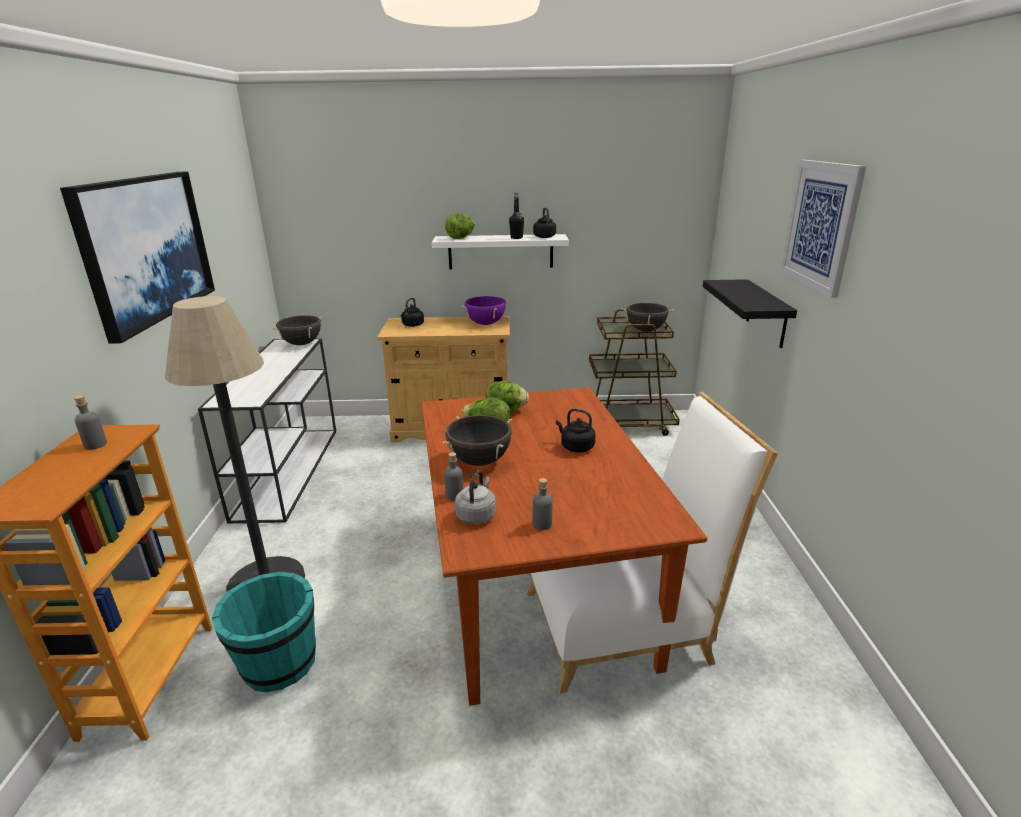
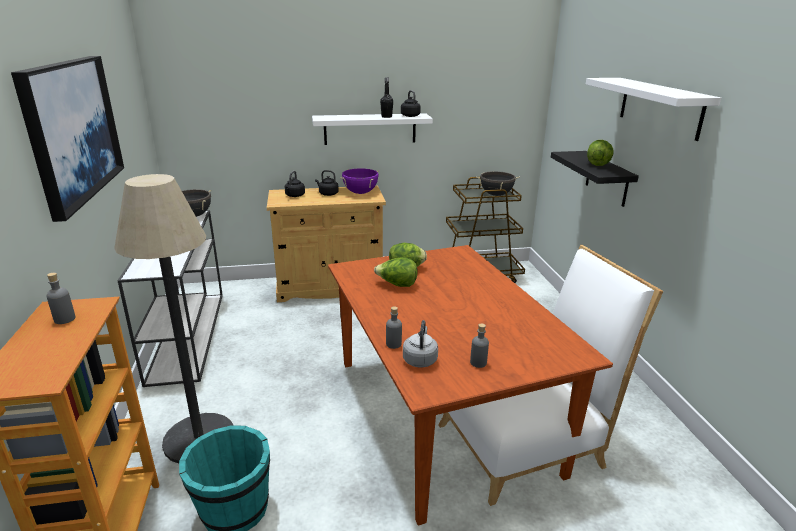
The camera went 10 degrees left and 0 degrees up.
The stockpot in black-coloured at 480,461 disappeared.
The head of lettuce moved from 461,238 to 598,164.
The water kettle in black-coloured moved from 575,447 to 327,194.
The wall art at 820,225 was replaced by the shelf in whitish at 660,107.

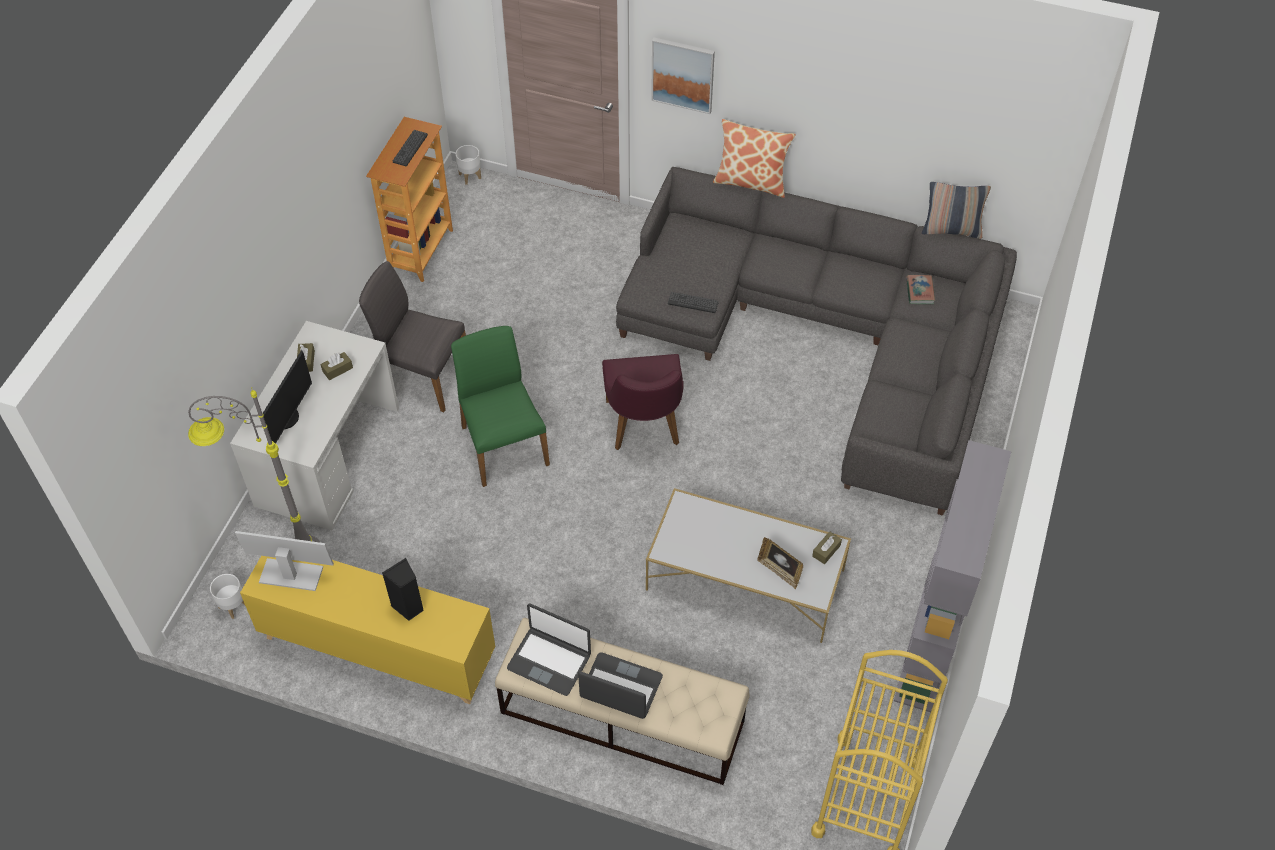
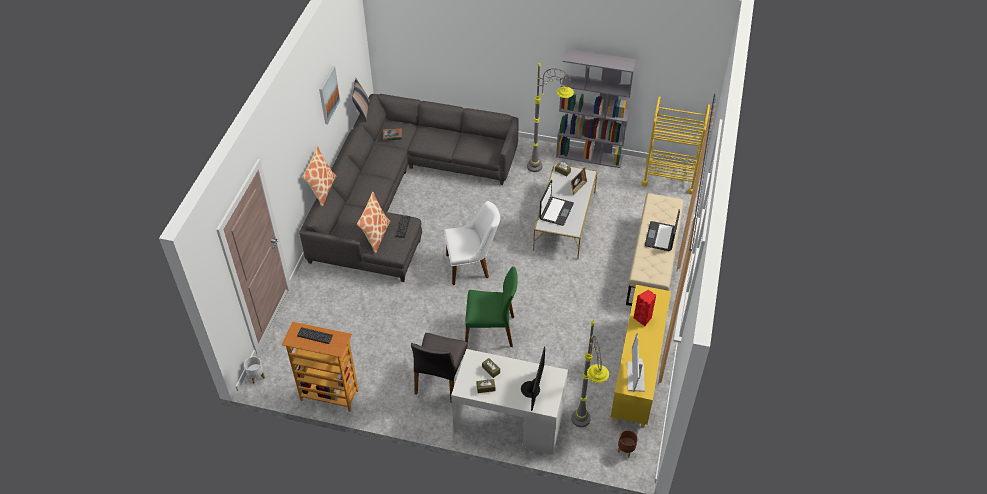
The camera went 95 degrees left and 5 degrees down.
The planter in whitish at 233,606 became the planter in brown-coloured at 625,450.
The monitor at 287,418 turned 90 degrees clockwise.
The audio speaker in black-coloured at 408,607 became the audio speaker in red at 643,318.
The chair in greenish at 503,445 turned 150 degrees counterclockwise.
The portable computer moved from 549,661 to 555,211.
The chair in purple-coloured at 644,428 became the chair in whitish at 472,266.
The wall art moved from 683,74 to 328,95.
The cushion at 375,235 appeared.
The floor lamp in grey at 547,170 appeared.

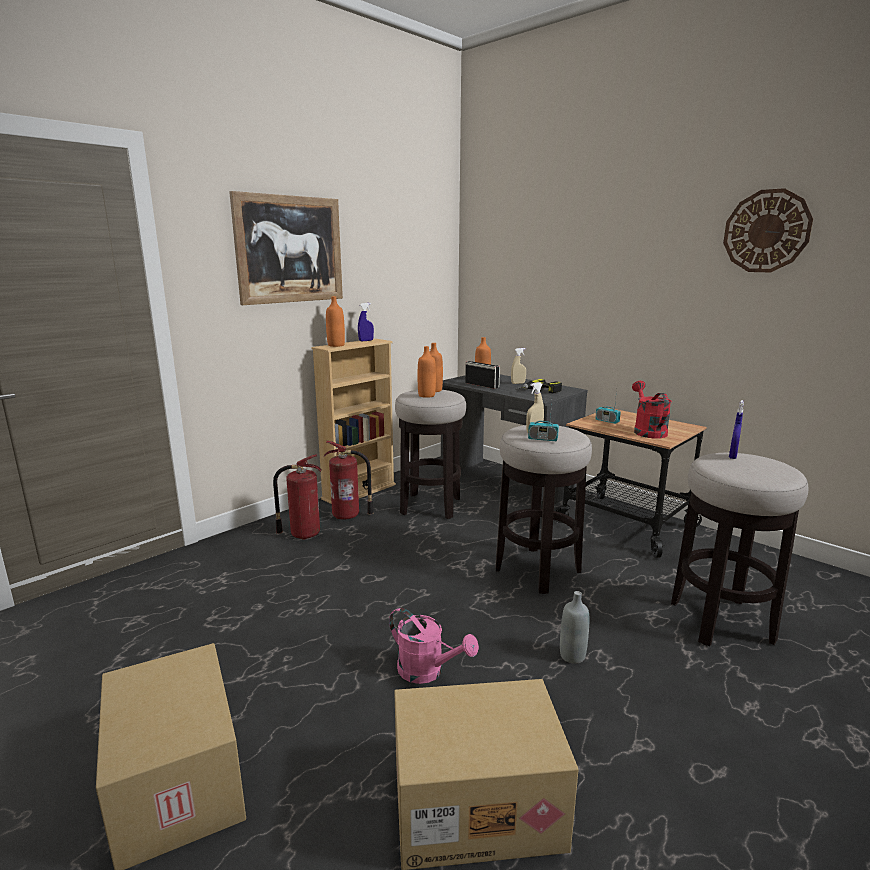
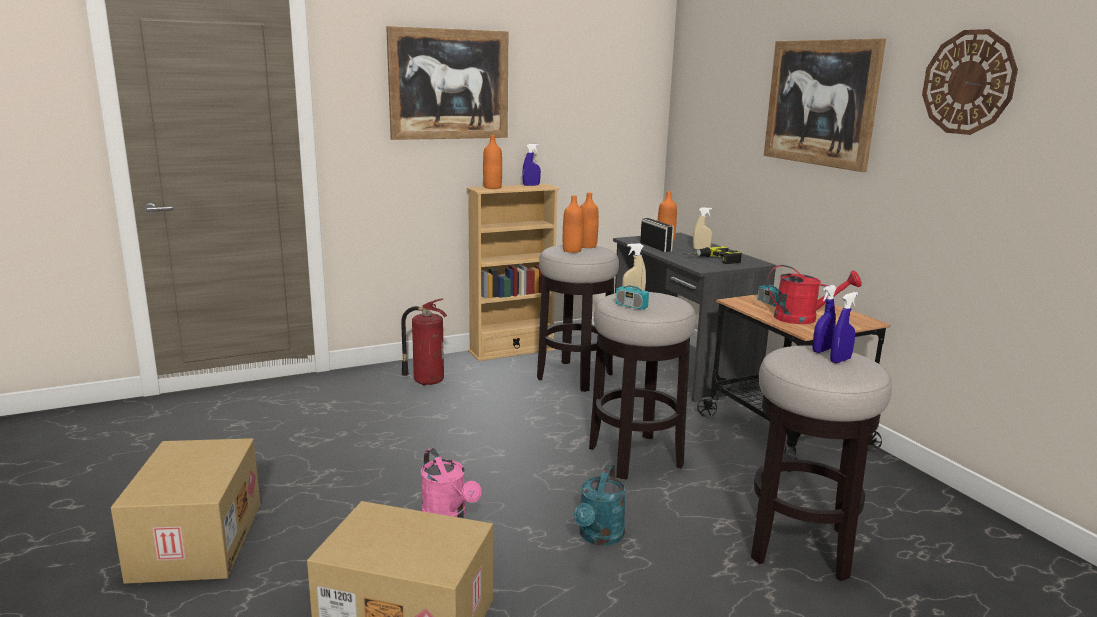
The camera went 20 degrees right and 0 degrees up.
The fire-fighting cylinder at 348,516 disappeared.
The bottle in grey at 572,656 was replaced by the sprinkling can in blue-green at 599,537.
The sprinkling can in red at 647,431 turned 90 degrees clockwise.
The wall art at 820,103 appeared.
The spray bottle in blue at 840,360 appeared.

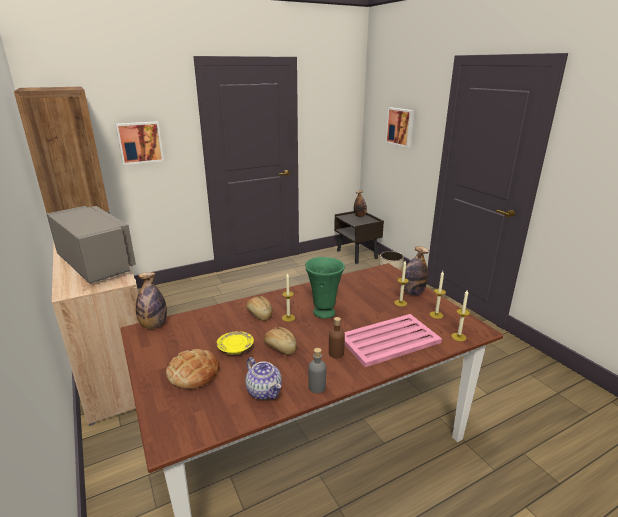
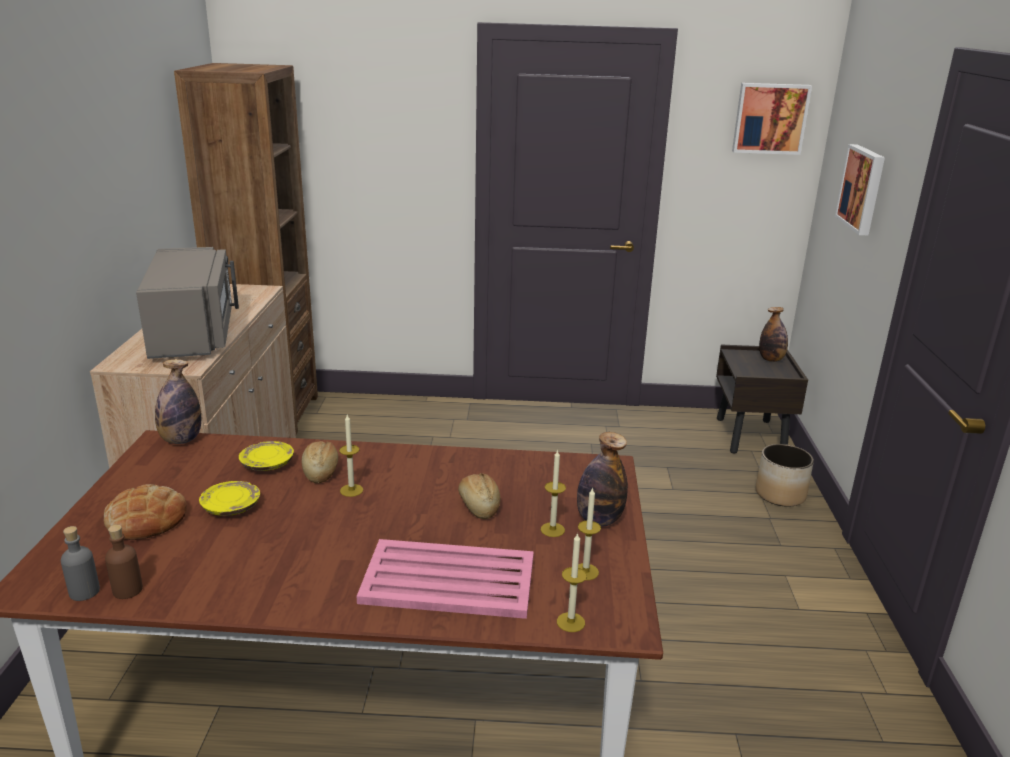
The camera went 30 degrees right and 0 degrees up.
The wall art moved from 140,142 to 770,118.
The teapot at 265,391 disappeared.
The baked bread moved from 280,347 to 479,505.
The decorative vase in greenish at 323,312 disappeared.
The bottle in grey moved from 317,387 to 84,592.
The bottle in brown-coloured moved from 336,353 to 127,590.
The flat dish in yellowish at 267,464 appeared.

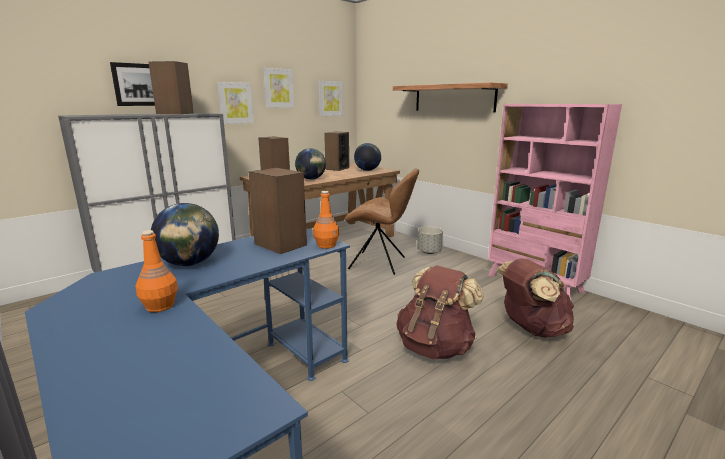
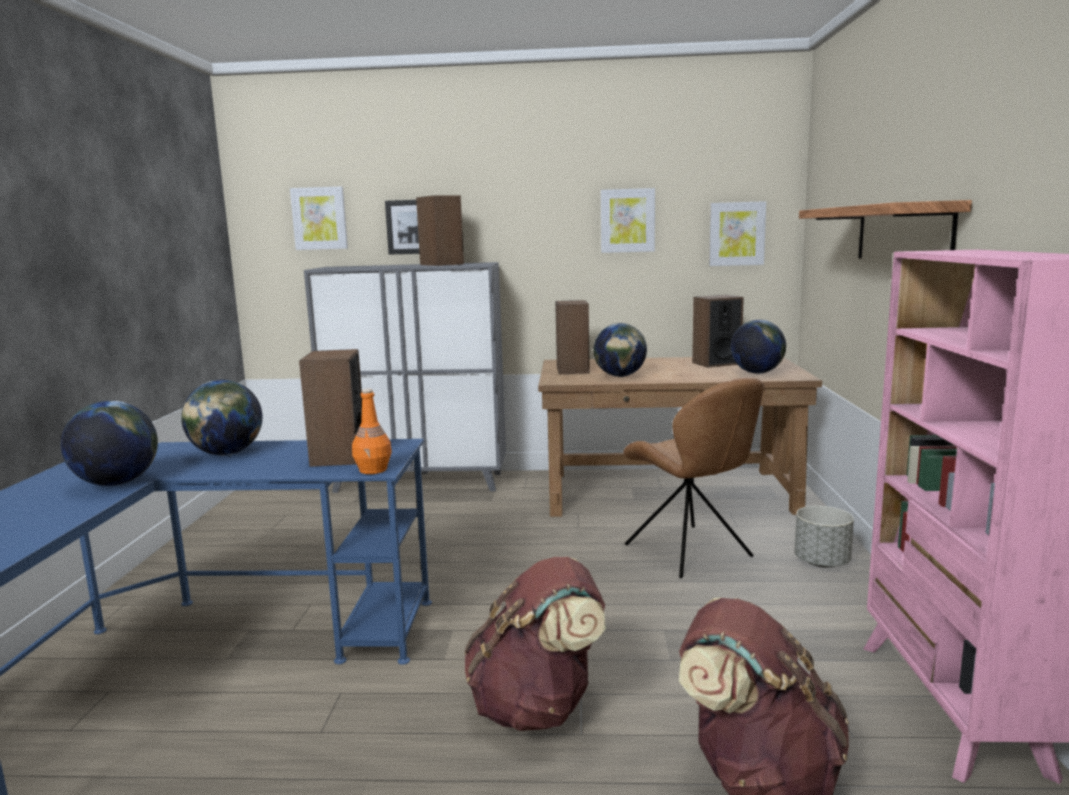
The camera went 45 degrees right and 5 degrees down.
The bottle in orange at 159,306 was replaced by the globe at 117,483.
The wall art moved from 235,103 to 319,218.

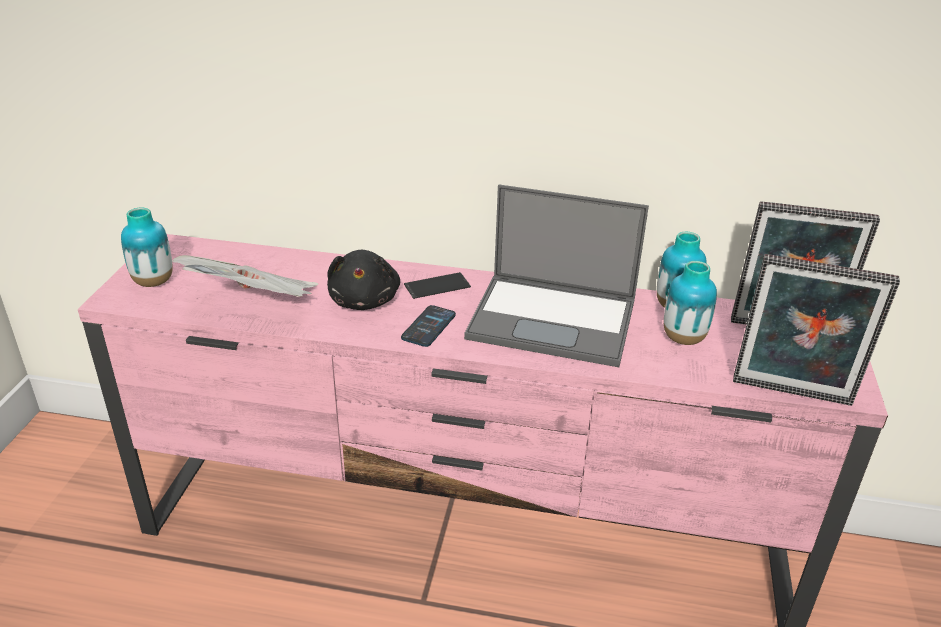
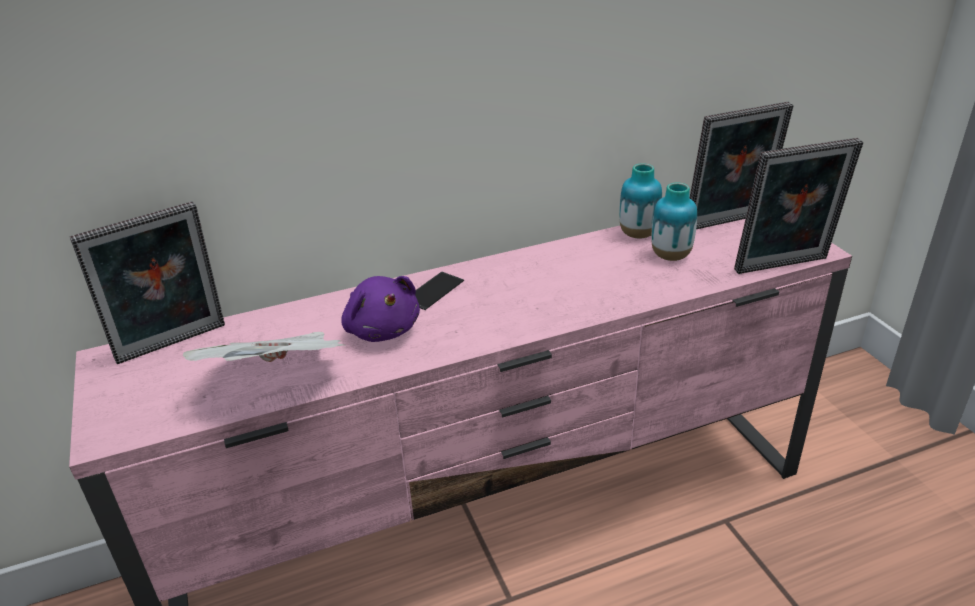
The camera went 30 degrees left and 0 degrees up.
The decorative vase at 153,282 disappeared.
The soft toy in black-coloured at 365,300 became the soft toy in purple-coloured at 382,329.
The telephone at 428,327 disappeared.
The portable computer at 554,319 disappeared.
The picture frame at 173,345 appeared.

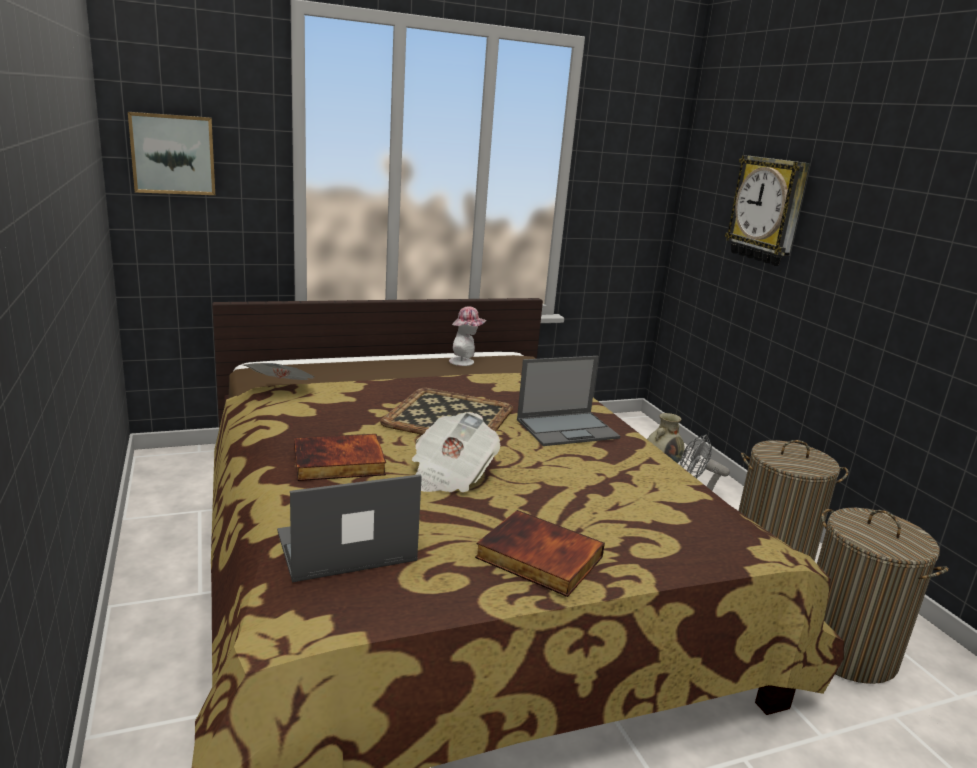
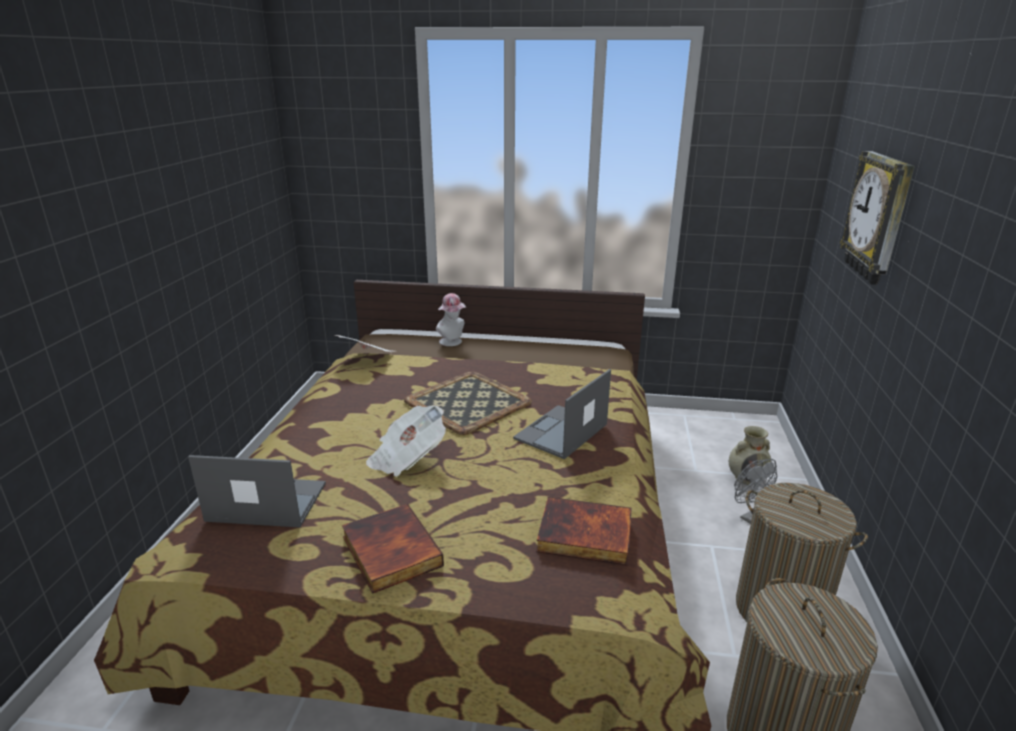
The camera went 30 degrees right and 5 degrees up.
The wall art at 173,154 disappeared.
The book moved from 338,463 to 584,536.
The clothing hat moved from 465,362 to 453,342.
The portable computer at 568,429 turned 120 degrees clockwise.

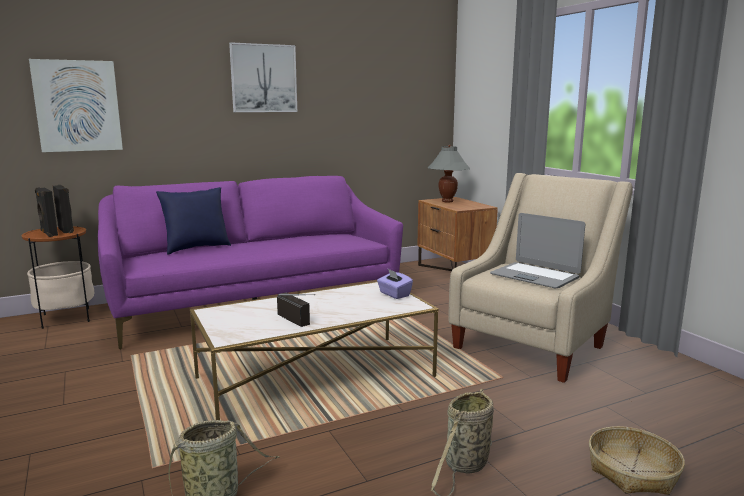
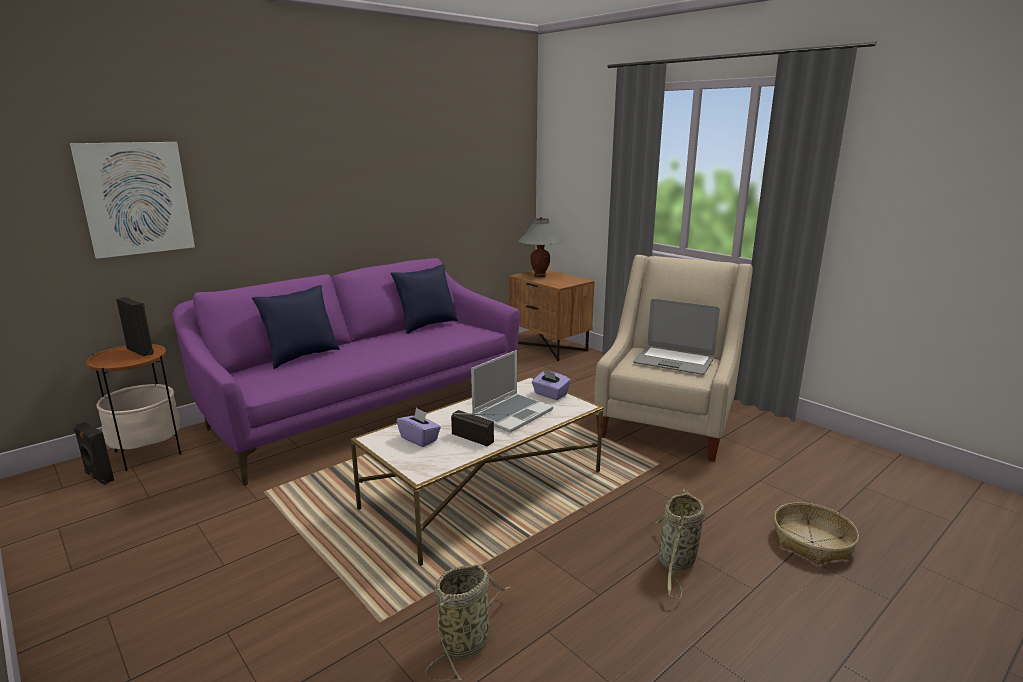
The camera went 15 degrees left and 5 degrees up.
The audio speaker in black-coloured moved from 48,233 to 98,477.
The wall art at 263,78 disappeared.
The cushion in blue at 426,325 appeared.
The tissue holder in purple-coloured at 419,439 appeared.
The portable computer at 512,413 appeared.

